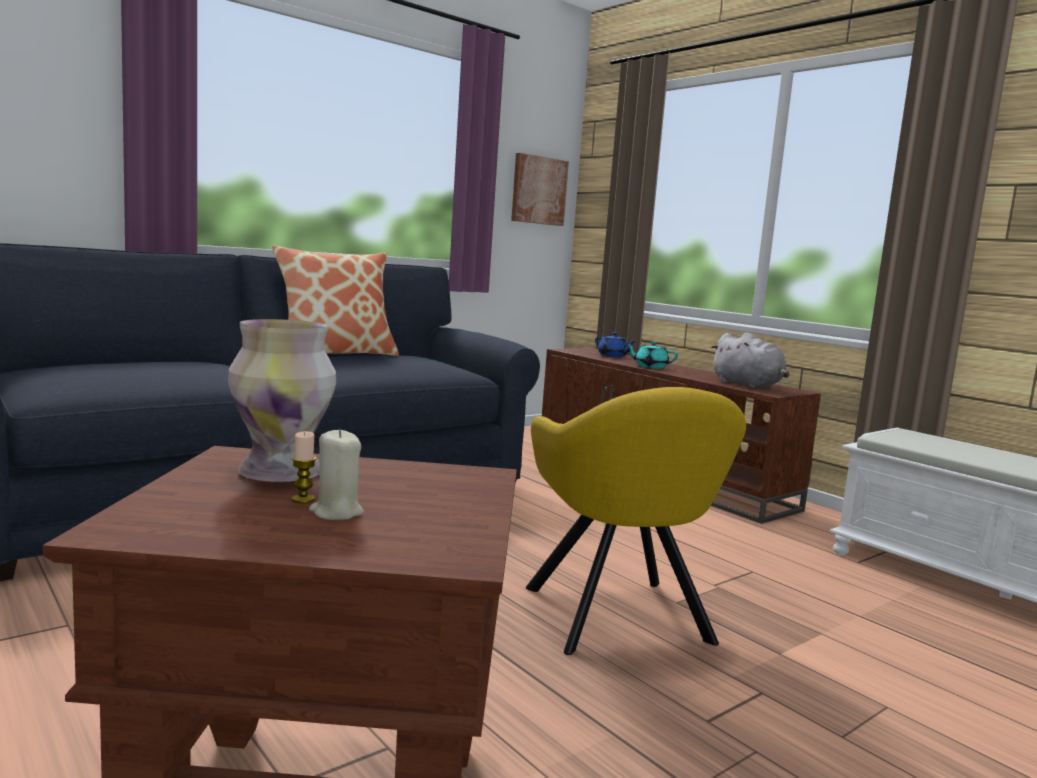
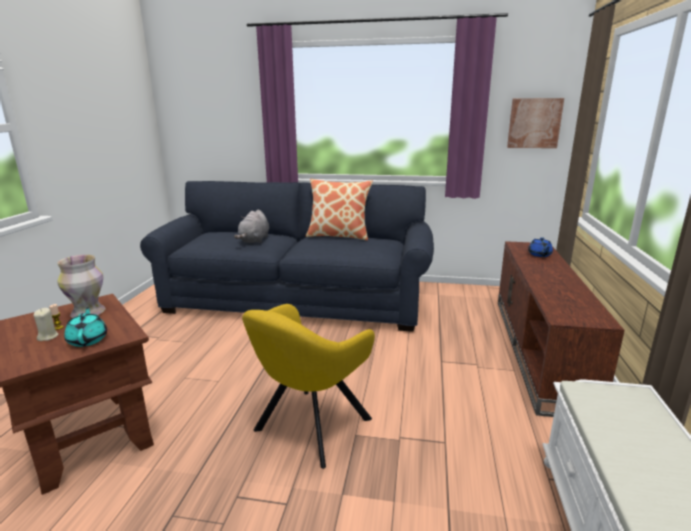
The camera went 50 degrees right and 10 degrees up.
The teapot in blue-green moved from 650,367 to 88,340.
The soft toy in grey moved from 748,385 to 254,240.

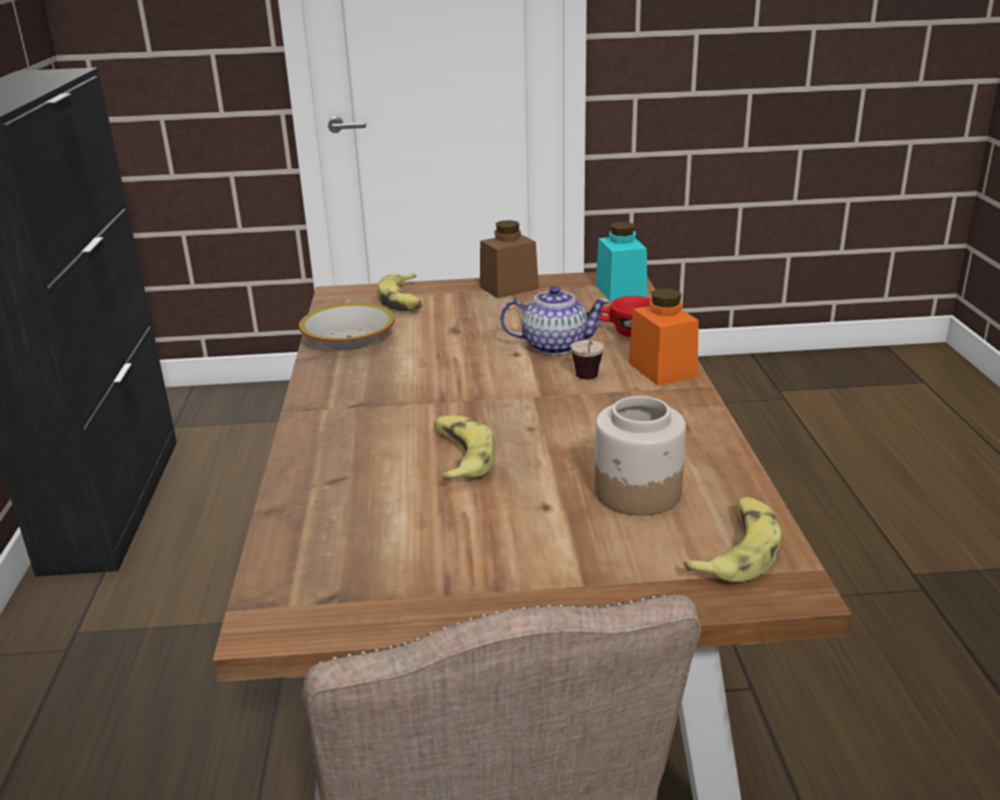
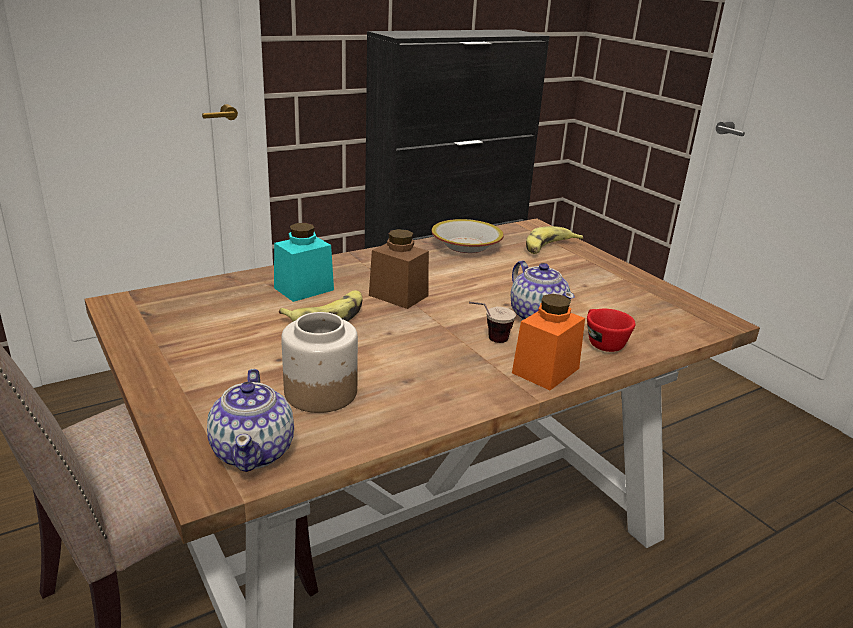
The camera went 60 degrees right and 0 degrees up.
The jar in brown-coloured moved from 509,288 to 398,295.
The jar in blue-green moved from 620,290 to 304,289.
The banana at 736,550 was replaced by the teapot at 254,451.

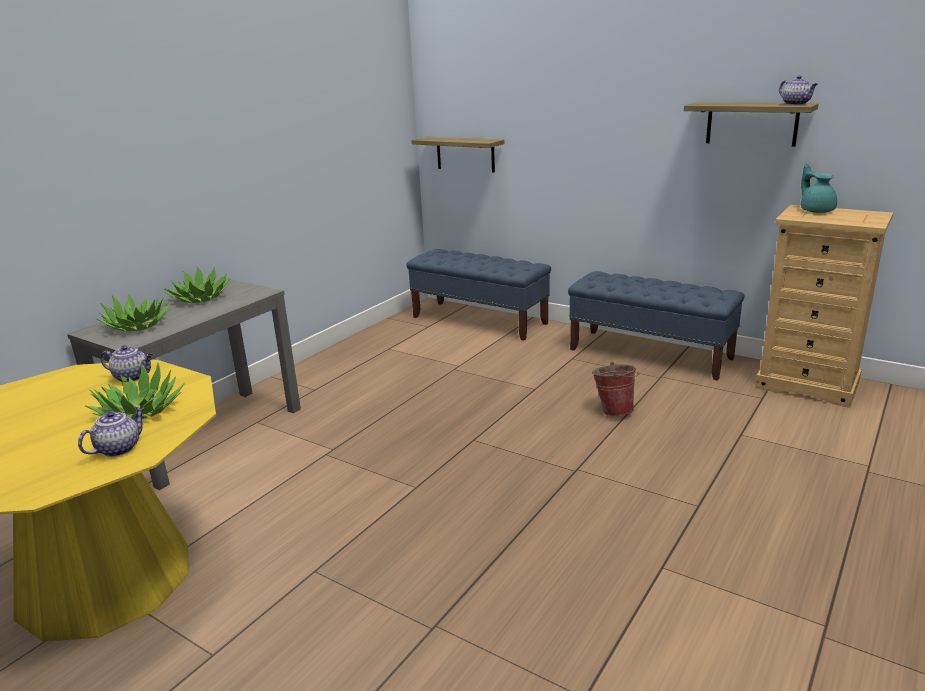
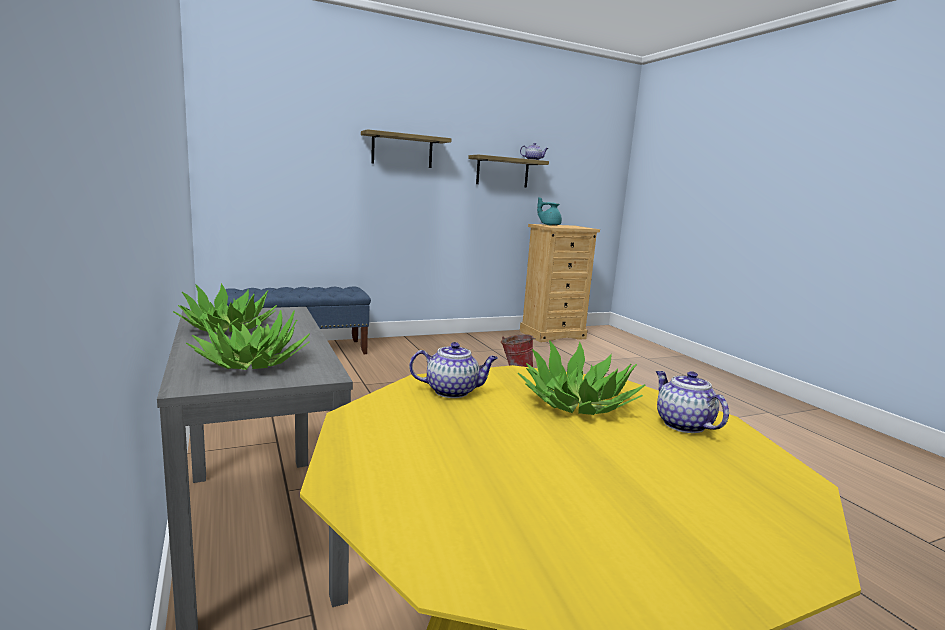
The camera went 60 degrees left and 10 degrees down.
The teapot at 132,377 turned 45 degrees clockwise.
The shelf moved from 465,154 to 402,150.
The indoor bench in blue at 650,354 disappeared.

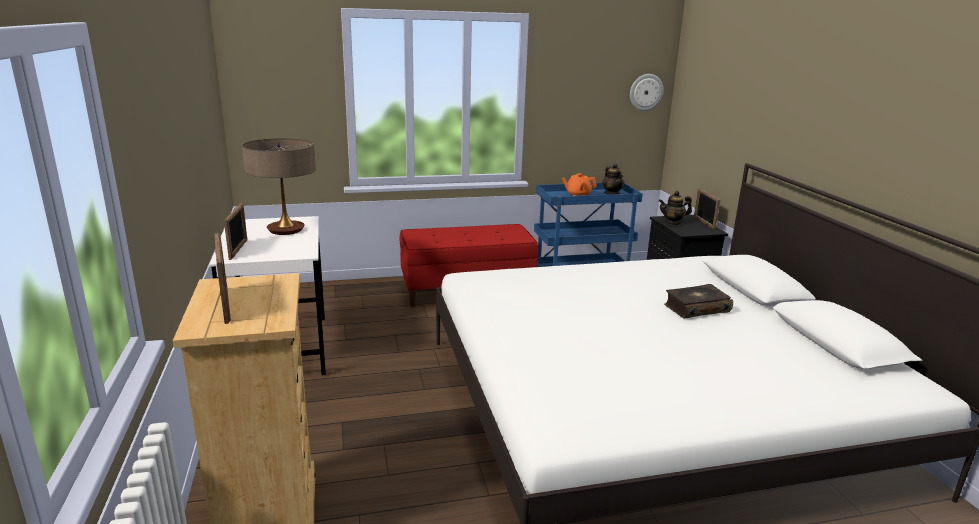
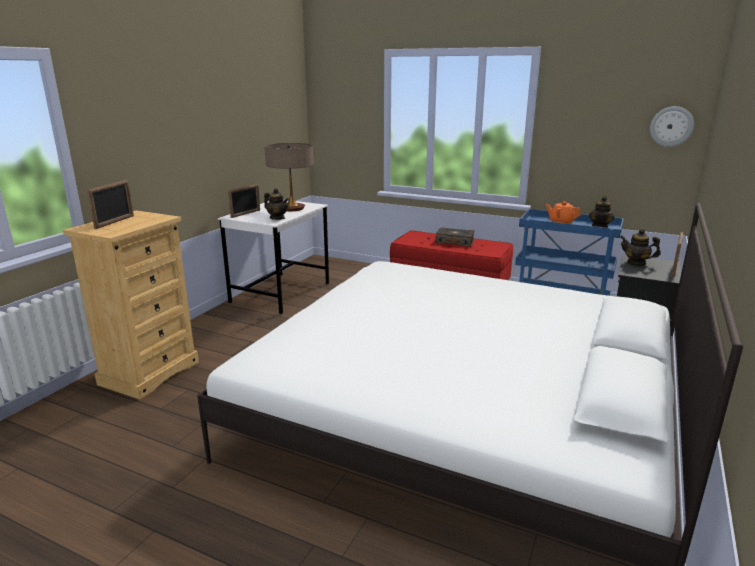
The camera went 40 degrees right and 0 degrees up.
The book moved from 696,308 to 455,242.
The teapot at 277,218 appeared.

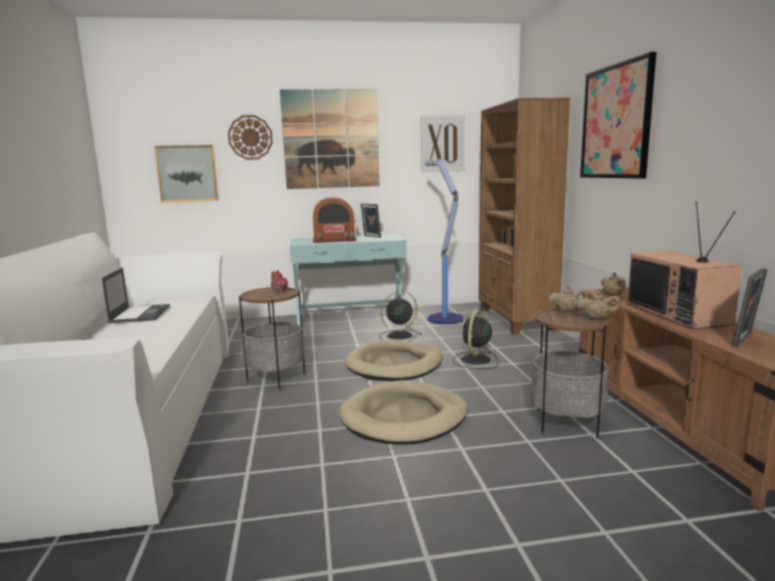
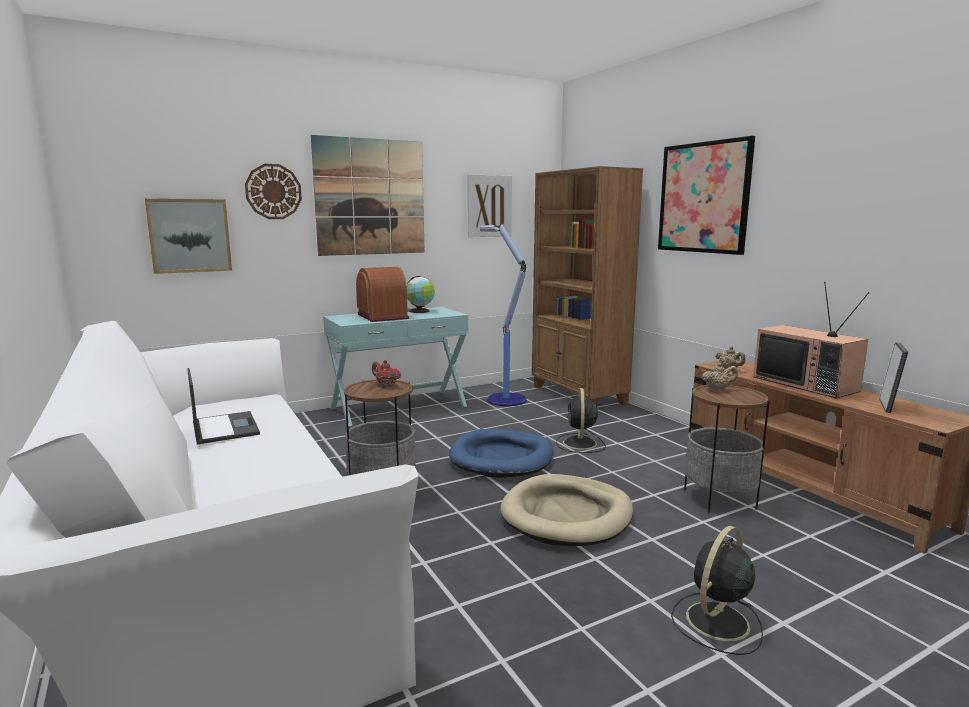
The camera went 20 degrees left and 0 degrees up.
The radio set at 334,240 turned 90 degrees counterclockwise.
The dog bed in beige at 394,365 became the dog bed in blue at 502,458.
The picture frame at 371,236 was replaced by the globe at 420,311.
The fan in black-coloured moved from 398,336 to 716,622.
The teapot in beige at 597,318 disappeared.

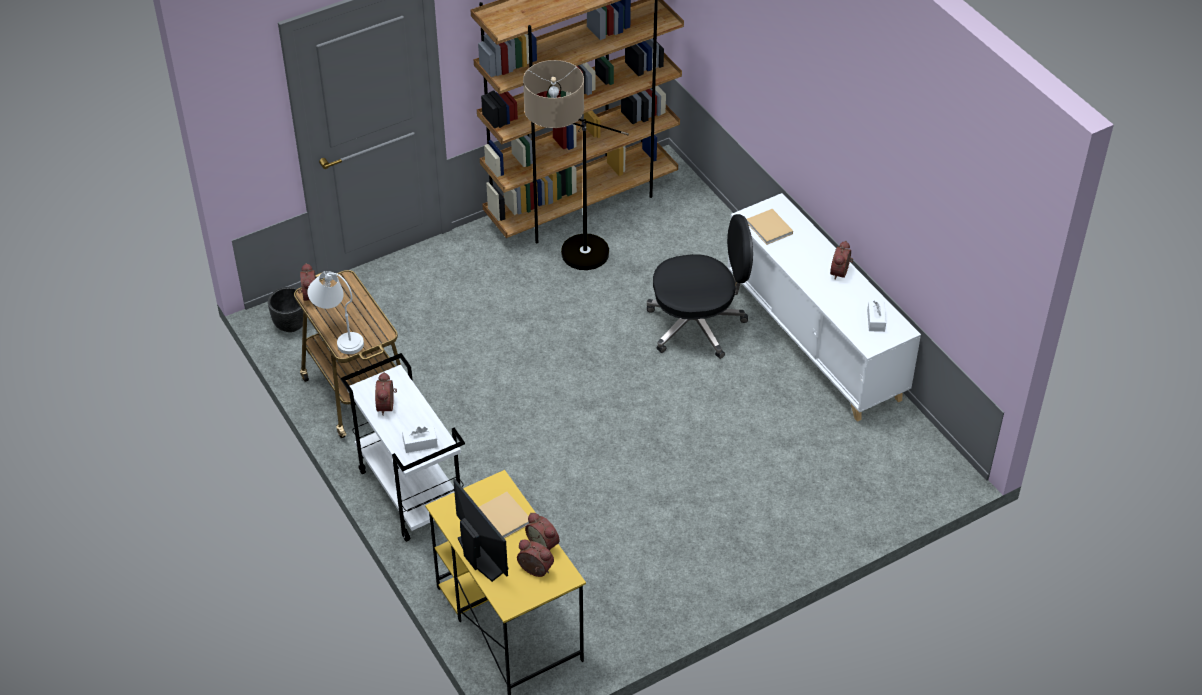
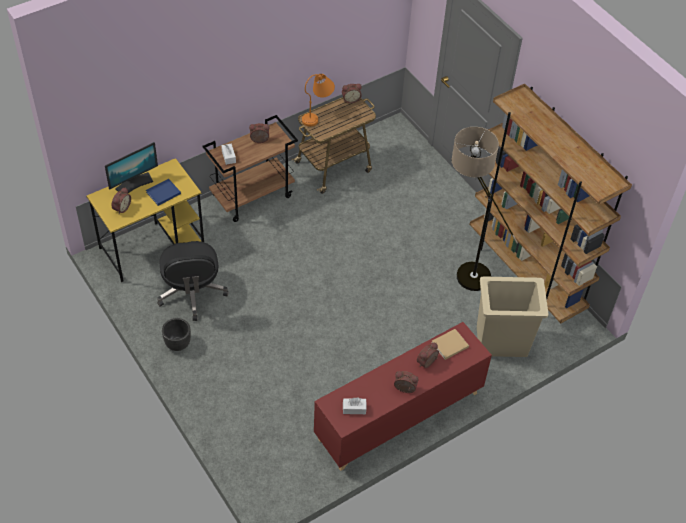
The camera went 85 degrees right and 5 degrees up.
The planter in black-coloured moved from 290,325 to 177,343.
The table lamp in whitish at 339,335 became the table lamp in orange at 318,115.
The wheeled cart in whitish at 410,492 became the wheeled cart in brown-coloured at 253,196.
The book in beige at 505,518 became the book in blue at 162,193.
The alarm clock moved from 544,543 to 427,363.
The office chair in black-coloured moved from 697,325 to 192,292.
The cabinet in whitish at 815,340 became the cabinet in red at 398,416.
The rubbish bin in beige at 502,342 appeared.

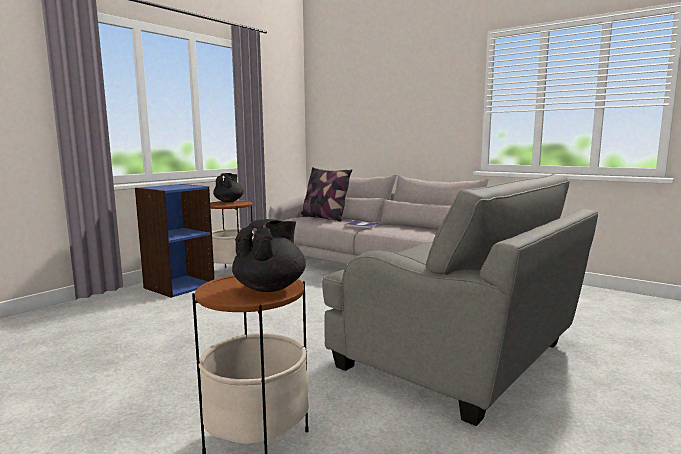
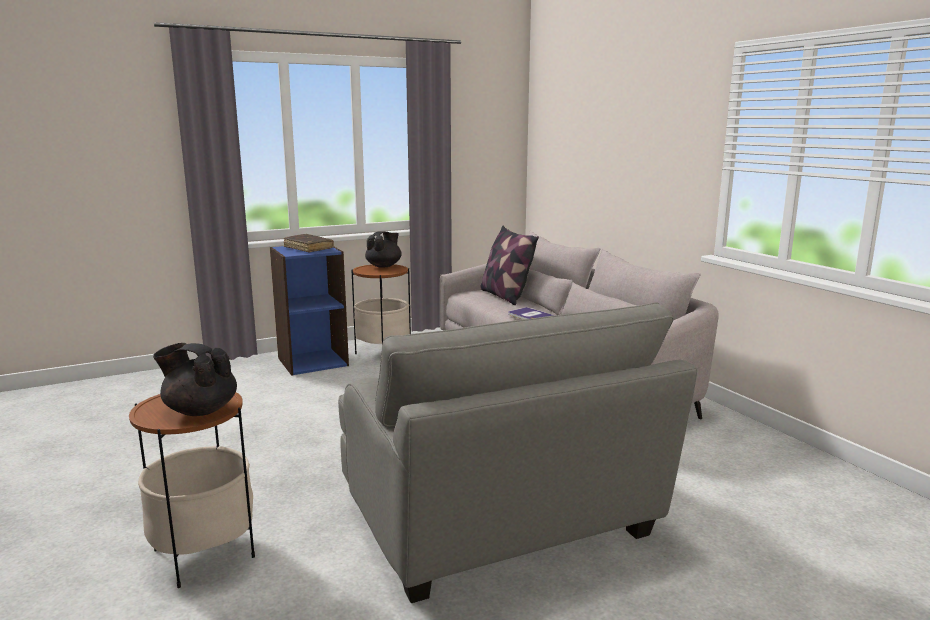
The camera went 25 degrees right and 5 degrees up.
The teapot in black-coloured at 271,288 turned 120 degrees counterclockwise.
The book in brown-coloured at 308,248 appeared.

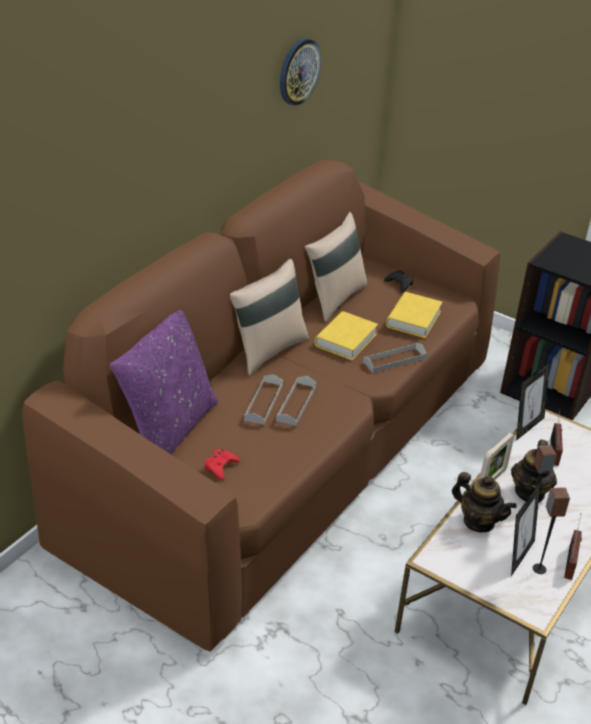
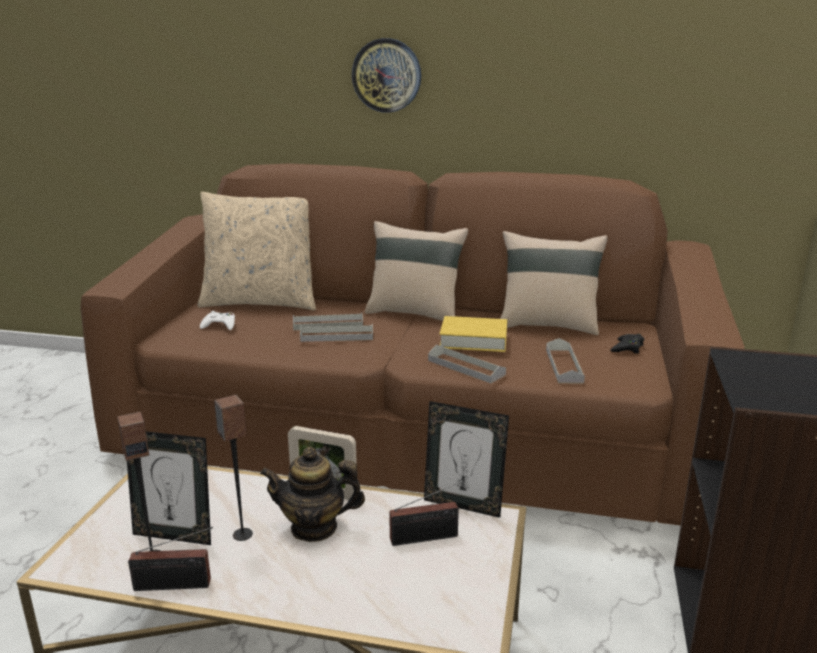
The camera went 70 degrees right and 15 degrees down.
The cushion in purple-coloured at 168,430 became the cushion in beige at 261,302.
The joypad in red at 220,466 became the joypad in whitish at 219,325.
The wall clock moved from 298,71 to 386,75.
The book in yellowish at 413,319 was replaced by the serving tray in grey at 564,366.
The teapot at 478,522 disappeared.

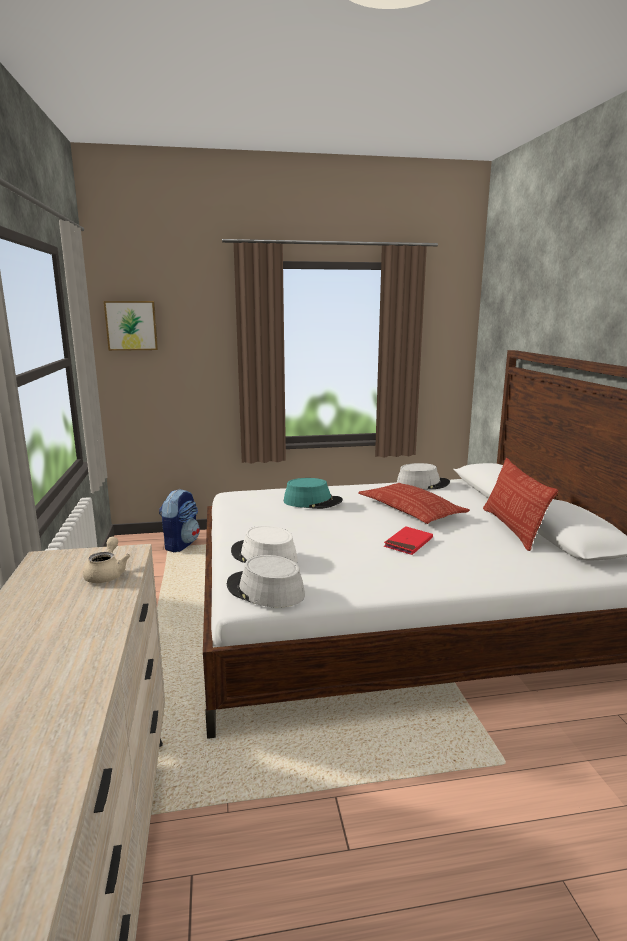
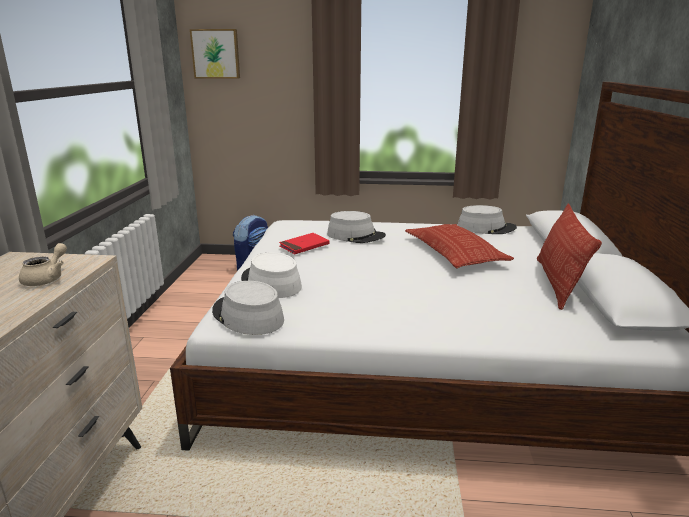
The camera went 15 degrees right and 5 degrees up.
The clothing hat in blue-green at 312,501 became the clothing hat in grey at 356,235.
The book in red moved from 408,543 to 304,246.

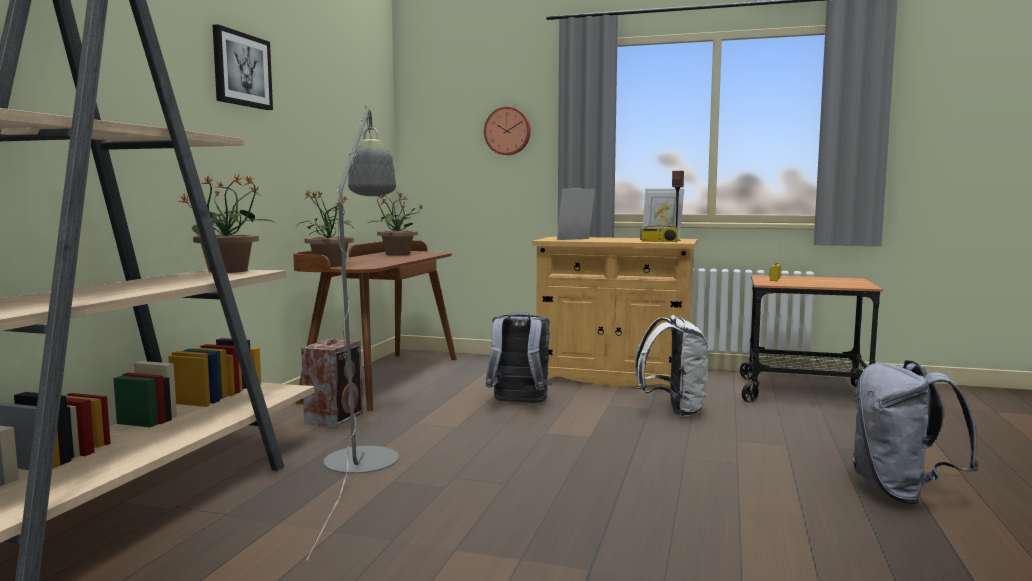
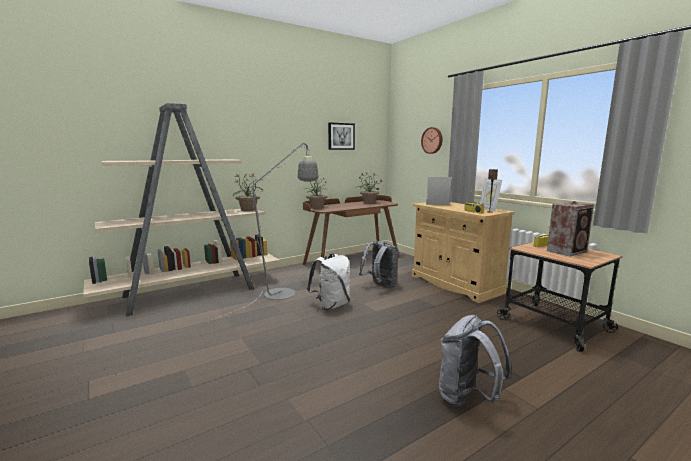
The camera went 40 degrees right and 5 degrees up.
The wall art moved from 241,70 to 341,136.
The audio speaker moved from 335,418 to 568,251.
The knapsack in whitish moved from 673,410 to 331,305.

